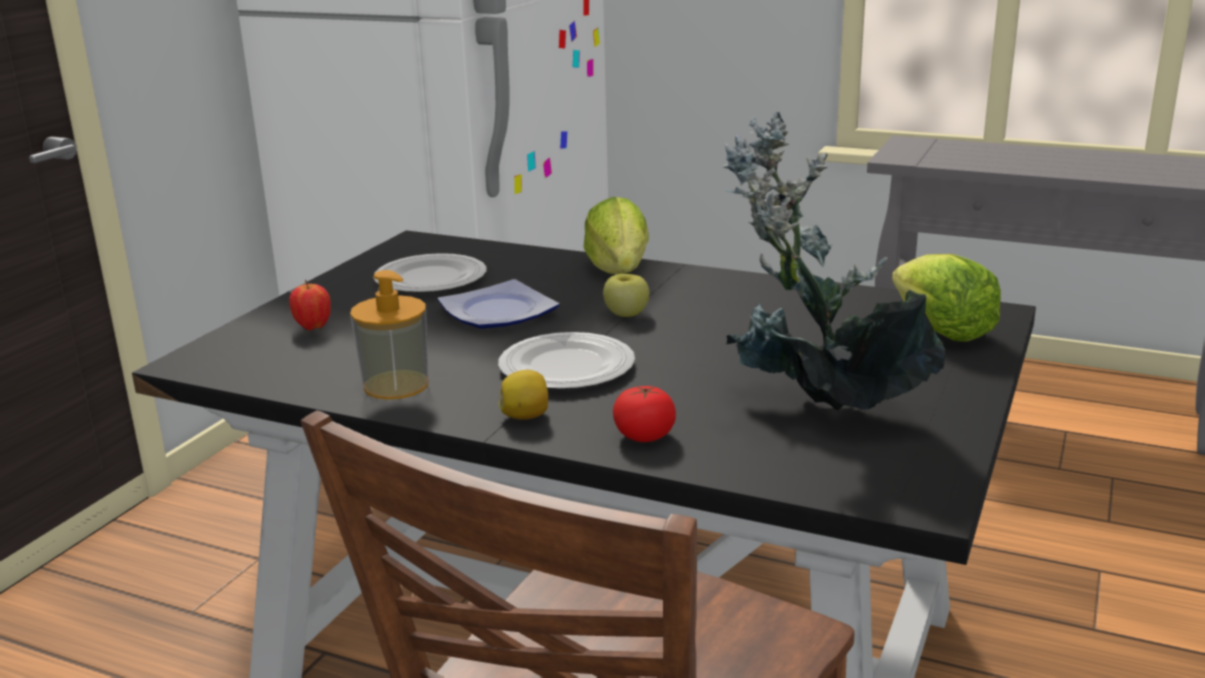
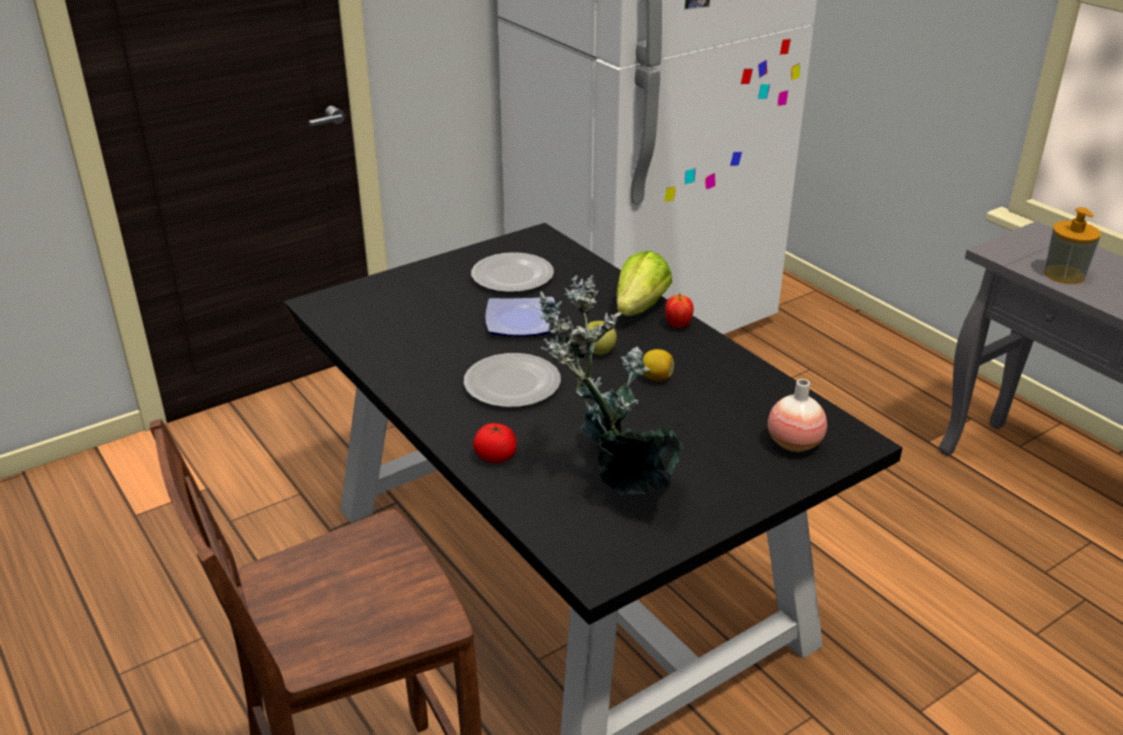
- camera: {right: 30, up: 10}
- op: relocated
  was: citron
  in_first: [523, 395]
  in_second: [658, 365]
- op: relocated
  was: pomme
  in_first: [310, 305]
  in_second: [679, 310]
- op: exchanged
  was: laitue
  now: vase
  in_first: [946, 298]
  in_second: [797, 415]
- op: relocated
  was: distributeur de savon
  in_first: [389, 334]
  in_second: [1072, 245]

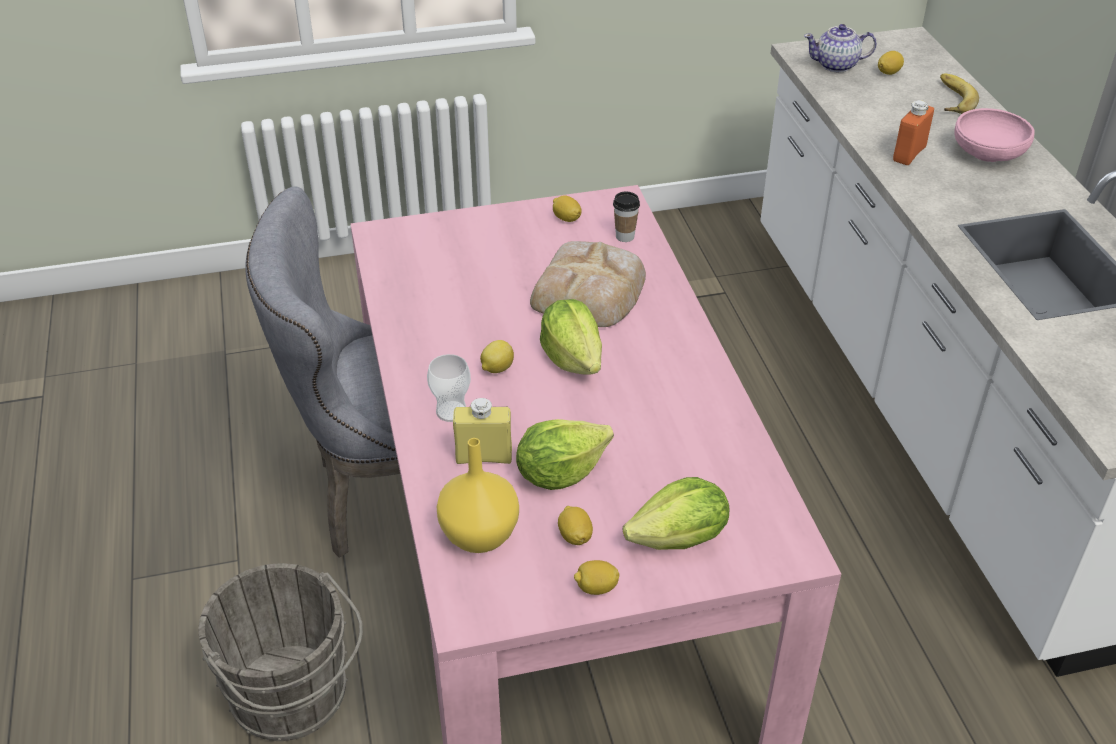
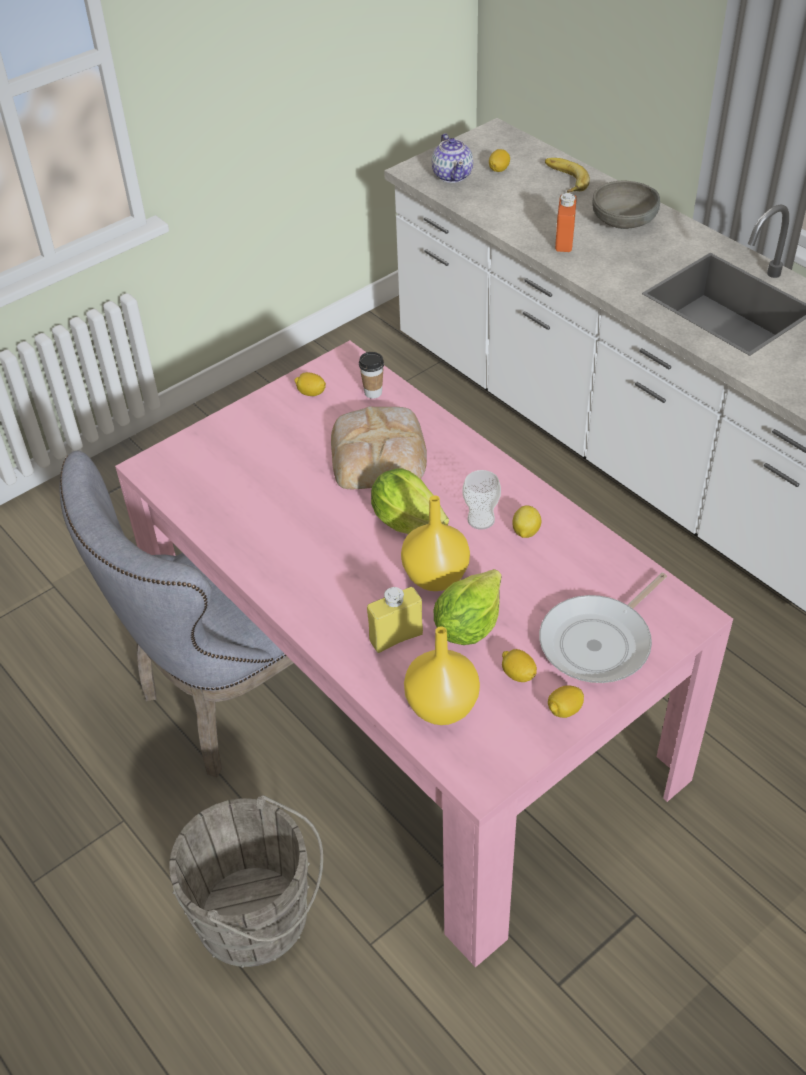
- camera: {right: -25, up: 5}
- op: appeared
  now: vase [jaune]
  in_second: [435, 543]
- op: spun
  was: théière
  in_first: [840, 48]
  in_second: [452, 158]
  clockwise: -75
- op: relocated
  was: tasse
  in_first: [449, 388]
  in_second: [482, 500]
- op: relocated
  was: citron
  in_first: [497, 356]
  in_second: [526, 521]
- op: exchanged
  was: laitue
  now: poêle
  in_first: [676, 513]
  in_second: [603, 628]
- op: colour
  was: bol [rose]
  now: bol [gris]
  in_first: [994, 135]
  in_second: [626, 205]

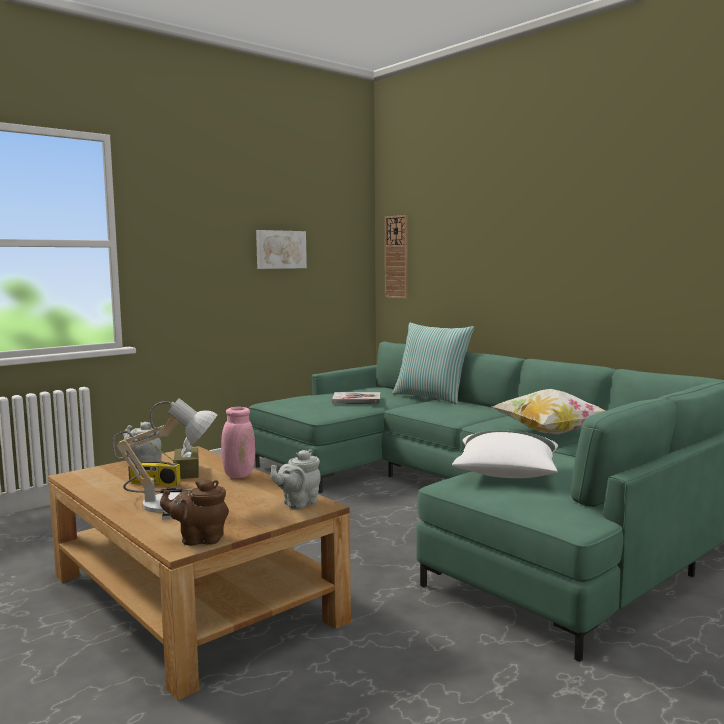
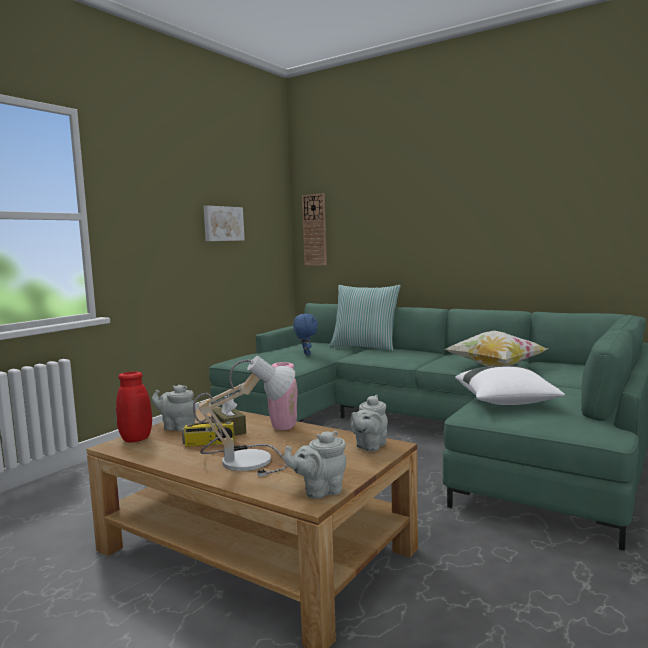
- camera: {right: -15, up: 0}
- op: appeared
  now: vase [rouge]
  in_second: [134, 407]
- op: colour
  was: théière [marron]
  now: théière [gris]
  in_first: [194, 513]
  in_second: [315, 465]
- op: exchanged
  was: livre
  now: peluche [bleu]
  in_first: [356, 398]
  in_second: [305, 334]

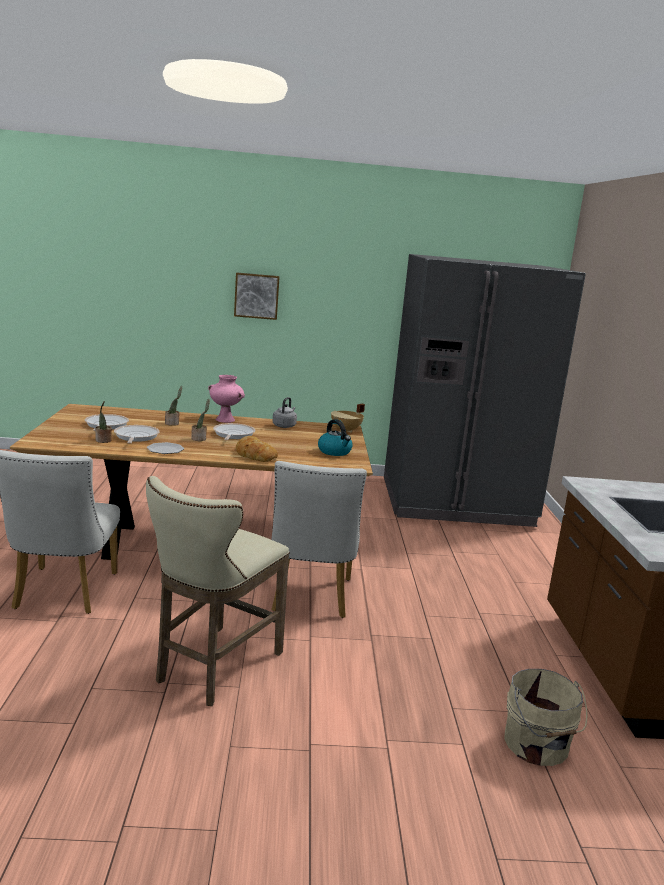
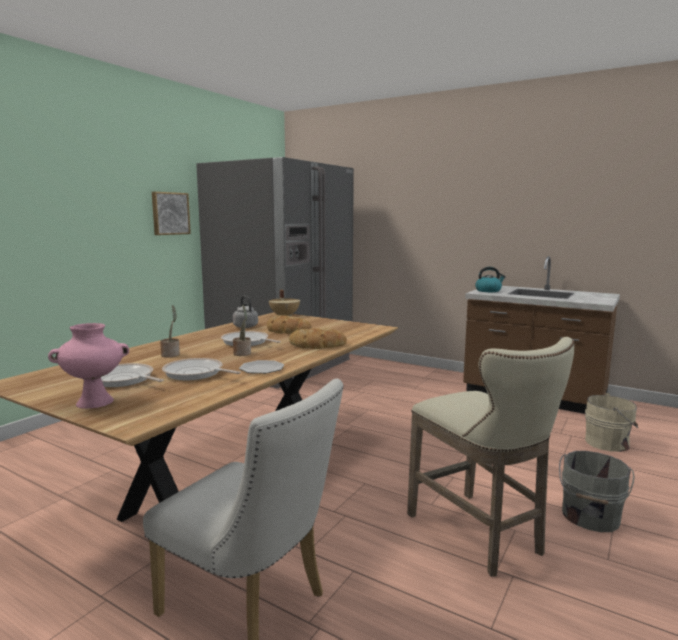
- camera: {right: -55, up: -5}
- op: relocated
  was: vase [rose]
  in_first: [226, 399]
  in_second: [88, 366]
- op: relocated
  was: tableau
  in_first: [257, 296]
  in_second: [171, 213]
- op: appeared
  now: pain
  in_second: [289, 324]
- op: relocated
  was: bouilloire
  in_first: [335, 437]
  in_second: [490, 279]
- op: appeared
  now: seau [gris]
  in_second: [597, 491]
- op: missing
  was: plante en pot
  in_first: [103, 422]
- op: missing
  was: chaise [blanc]
  in_first: [319, 539]

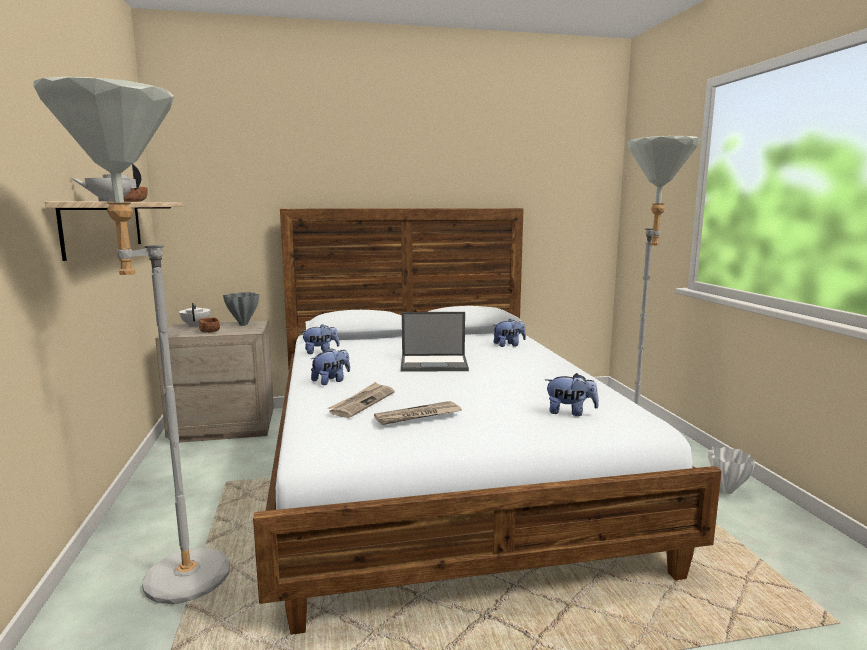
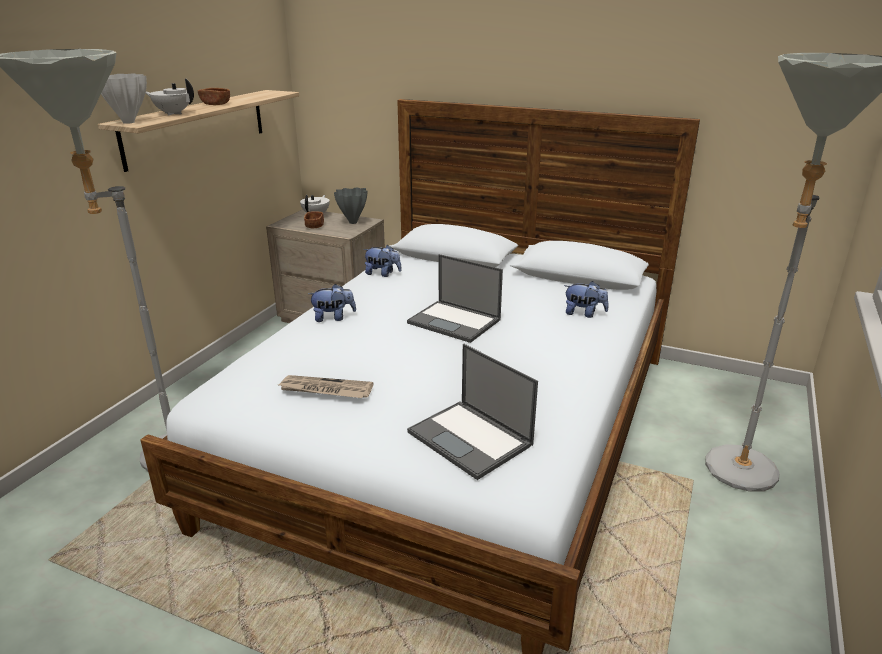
- camera: {right: 35, up: 15}
- op: relocated
  was: vase [blanc]
  in_first: [732, 470]
  in_second: [124, 98]
- op: exchanged
  was: peluche
  now: ordinateur portable
  in_first: [572, 394]
  in_second: [472, 412]
- op: missing
  was: journal
  in_first: [361, 400]

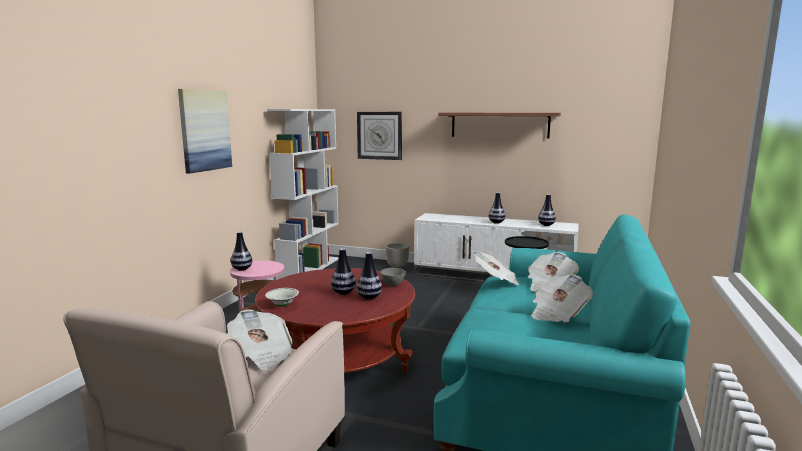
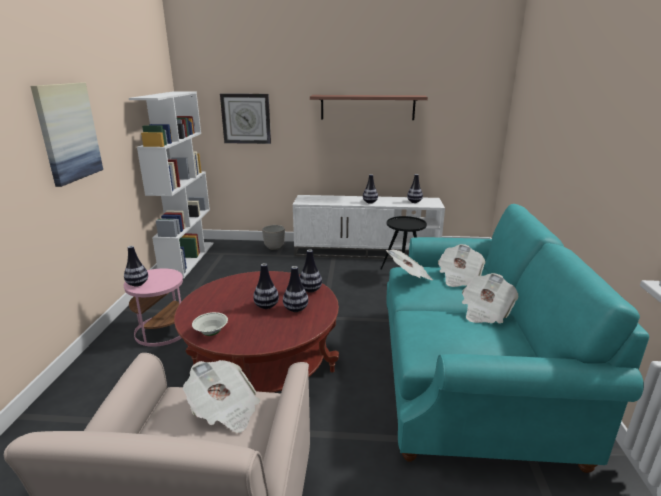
- camera: {right: -15, up: 10}
- op: exchanged
  was: bol [gris]
  now: vase
  in_first: [393, 277]
  in_second: [311, 271]

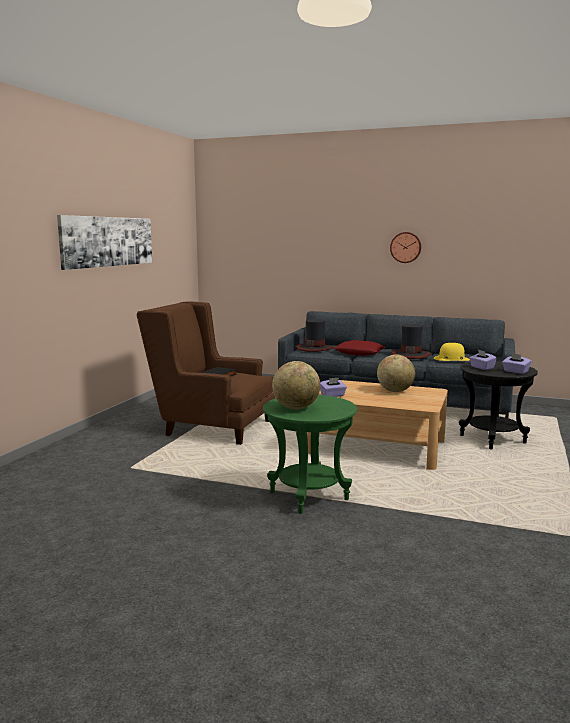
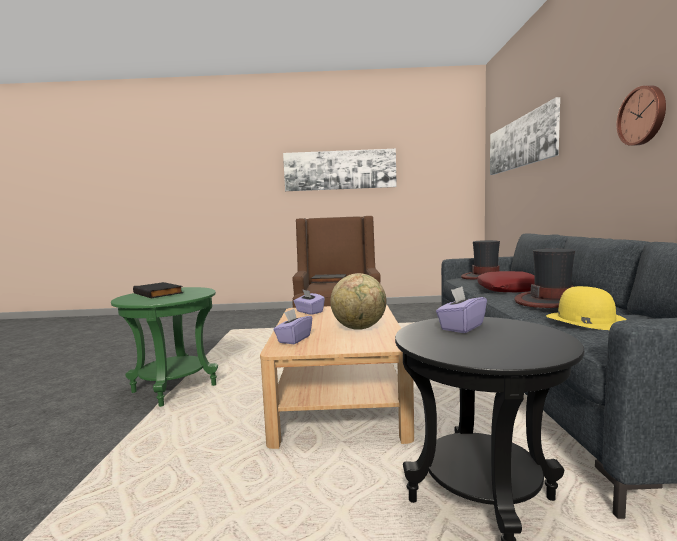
- camera: {right: 70, up: -5}
- op: exchanged
  was: globe
  now: livre [noir]
  in_first: [296, 385]
  in_second: [158, 290]
- op: relocated
  was: boîte à mouchoirs [violet]
  in_first: [516, 363]
  in_second: [293, 326]
- op: appeared
  now: tableau
  in_second: [525, 136]

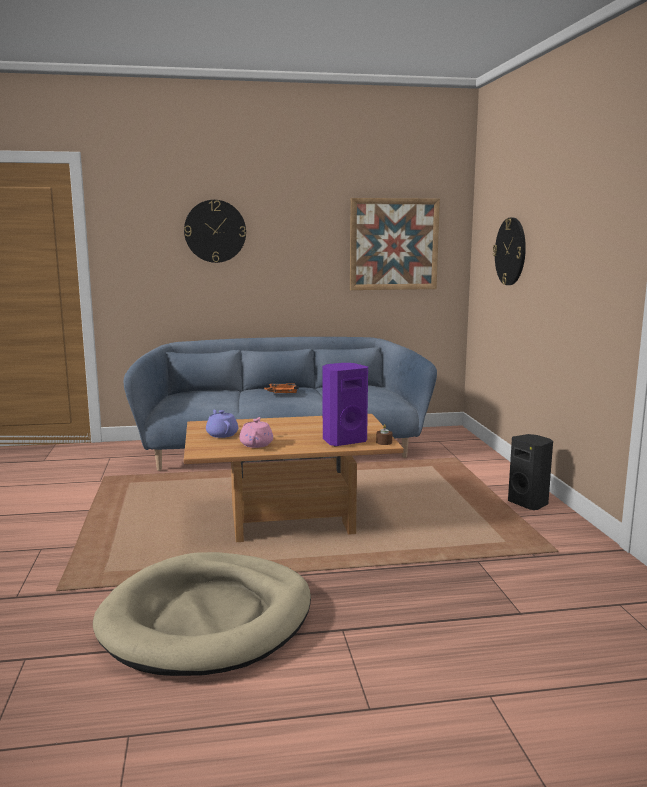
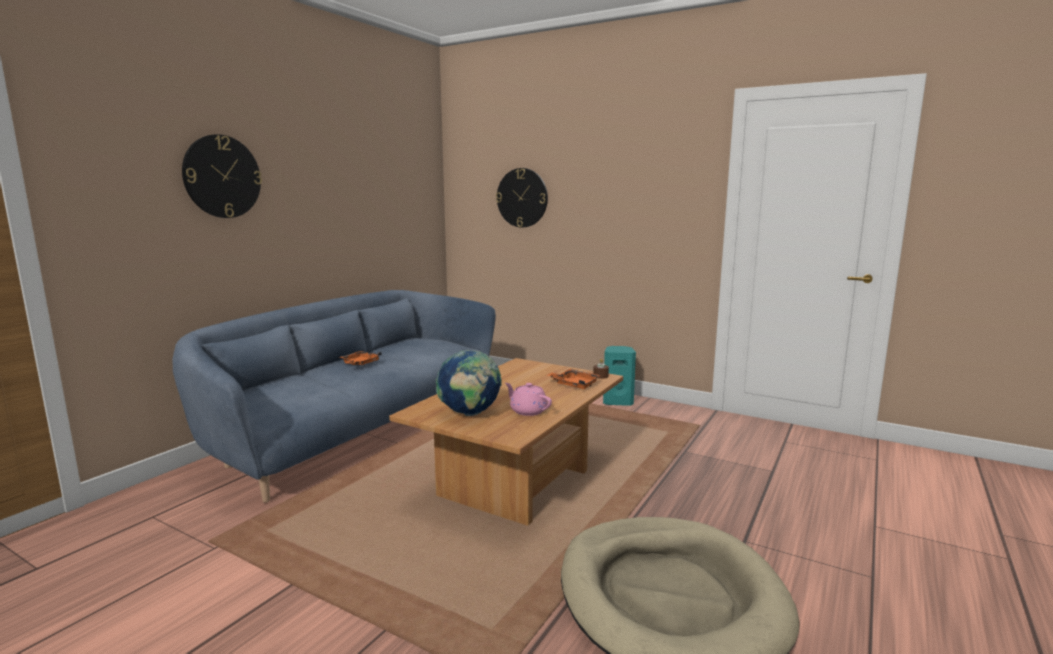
- camera: {right: -50, up: 0}
- op: exchanged
  was: théière [violet]
  now: globe
  in_first: [222, 424]
  in_second: [469, 383]
- op: exchanged
  was: enceinte [violet]
  now: plateau [orange]
  in_first: [345, 404]
  in_second: [574, 379]
- op: colour
  was: enceinte [noir]
  now: enceinte [turquoise]
  in_first: [530, 472]
  in_second: [619, 376]
- op: missing
  was: tableau
  in_first: [395, 244]

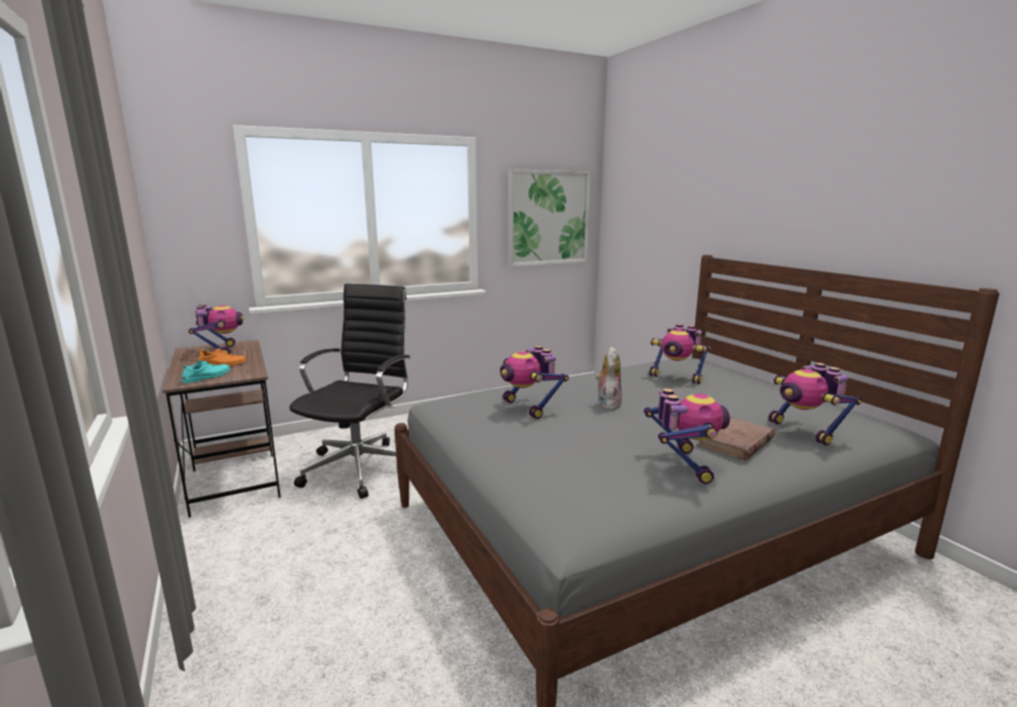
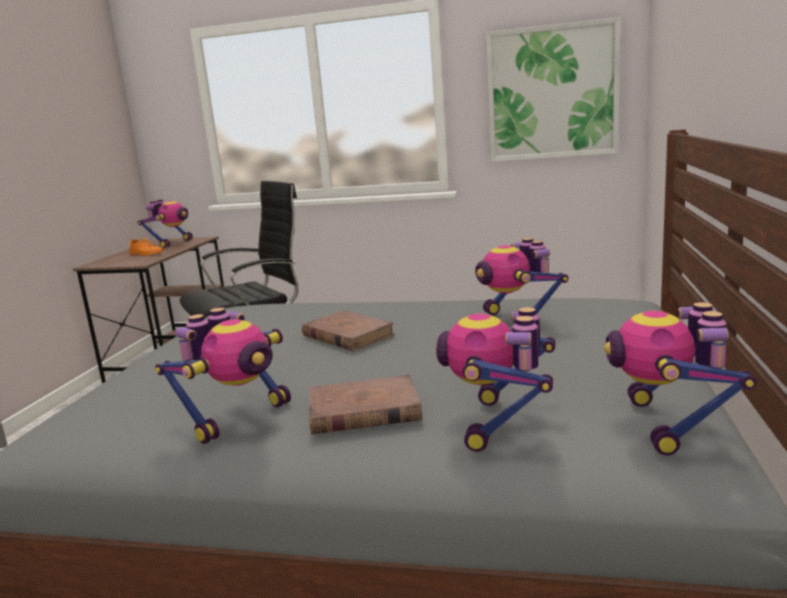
- camera: {right: 40, up: 0}
- op: exchanged
  was: peluche
  now: livre [marron]
  in_first: [609, 378]
  in_second: [348, 330]
- op: relocated
  was: robot jouet
  in_first: [534, 382]
  in_second: [680, 378]
- op: missing
  was: chaussure [turquoise]
  in_first: [206, 371]

